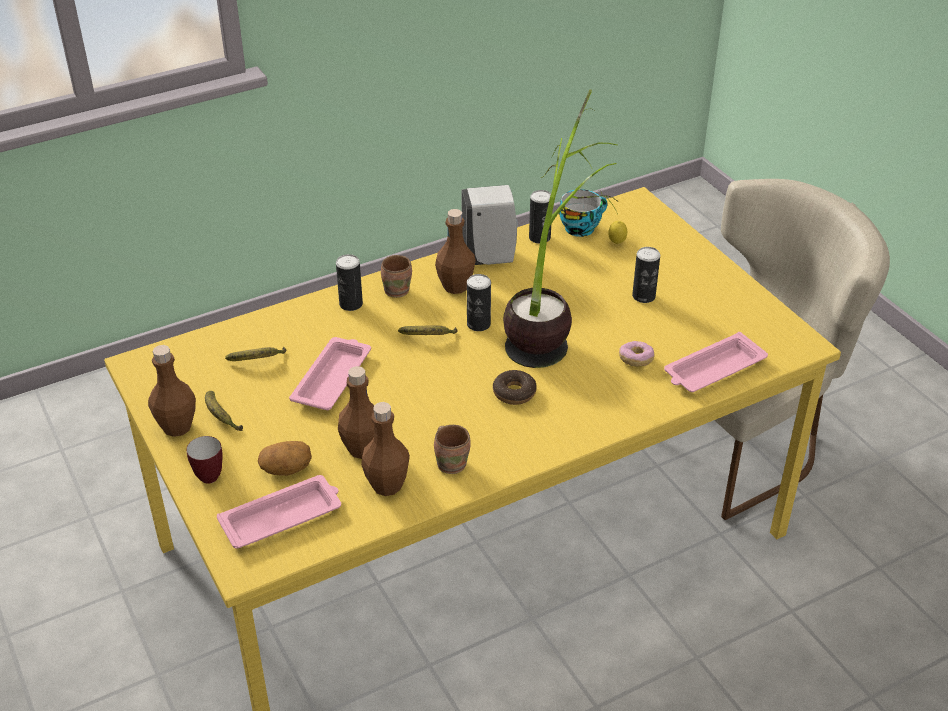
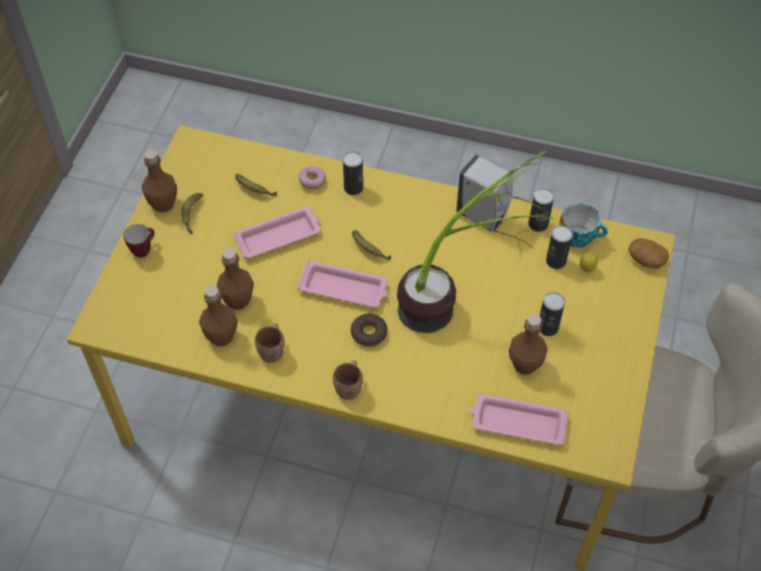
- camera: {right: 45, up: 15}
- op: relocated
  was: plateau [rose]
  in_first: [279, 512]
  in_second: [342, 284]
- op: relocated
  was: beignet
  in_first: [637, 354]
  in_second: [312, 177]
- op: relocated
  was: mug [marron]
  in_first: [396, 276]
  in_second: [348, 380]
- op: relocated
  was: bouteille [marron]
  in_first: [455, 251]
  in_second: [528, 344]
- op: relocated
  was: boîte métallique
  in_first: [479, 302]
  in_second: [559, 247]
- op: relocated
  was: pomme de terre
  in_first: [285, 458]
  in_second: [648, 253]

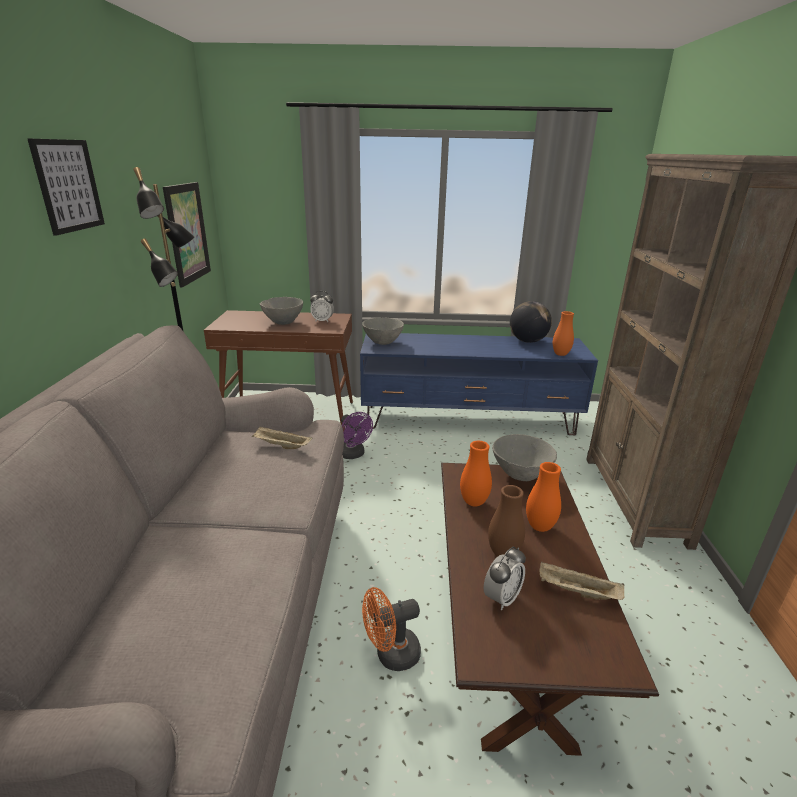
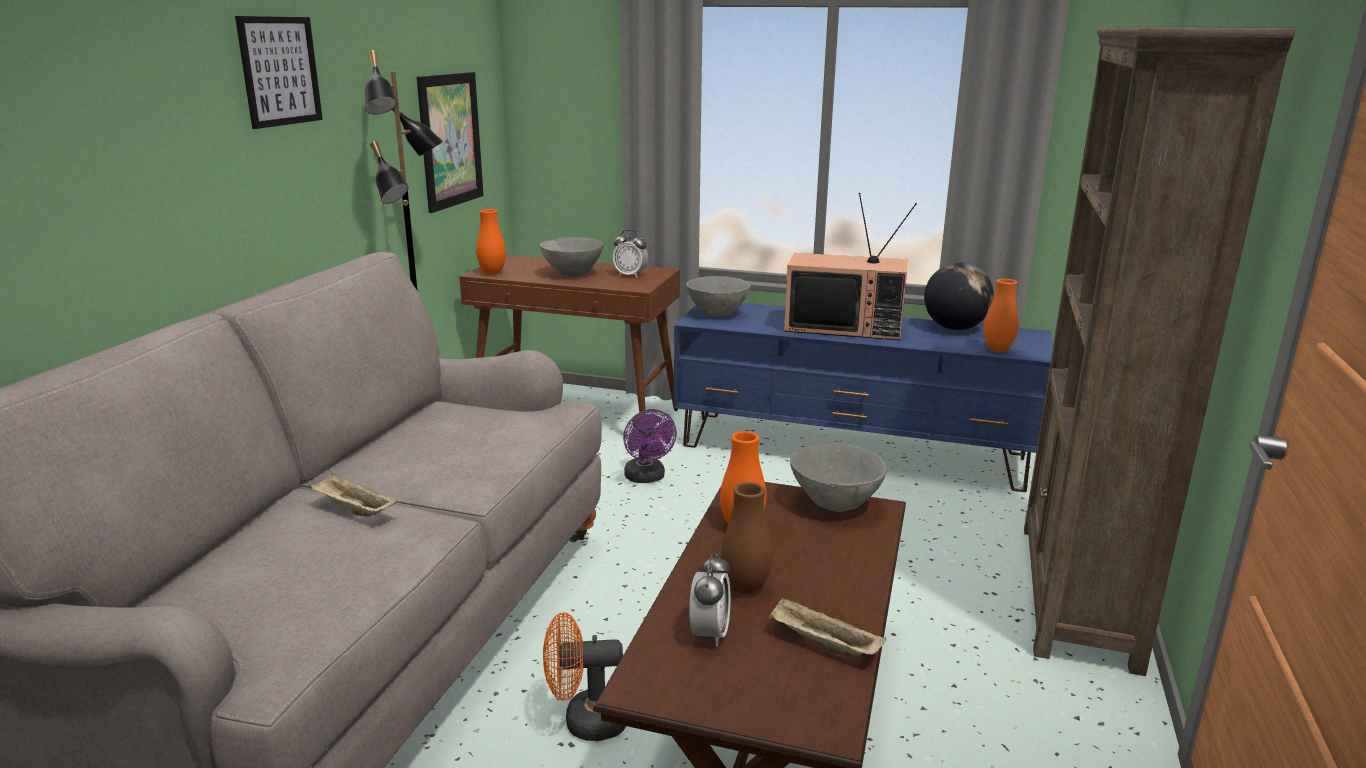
- camera: {right: 15, up: -5}
- op: relocated
  was: plateau [beige]
  in_first: [282, 438]
  in_second: [353, 495]
- op: relocated
  was: vase [orange]
  in_first: [543, 497]
  in_second: [491, 241]
- op: spun
  was: réveil
  in_first: [505, 578]
  in_second: [710, 599]
  clockwise: -45
- op: appeared
  now: téléviseur
  in_second: [850, 266]

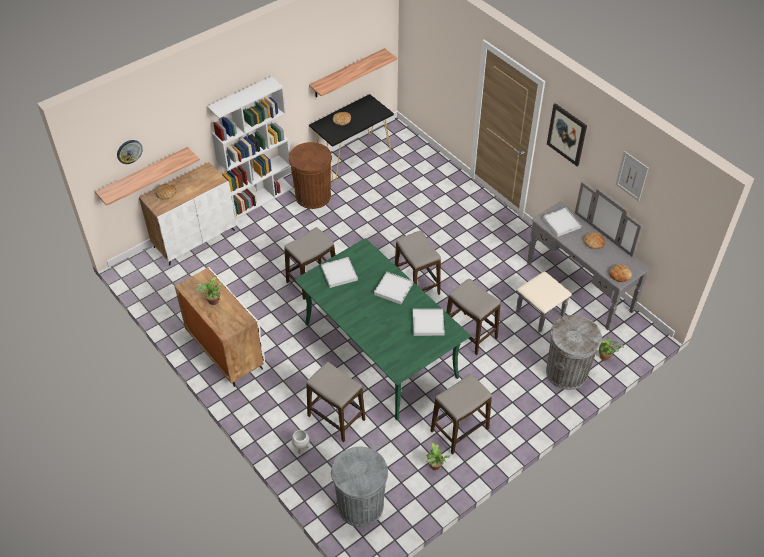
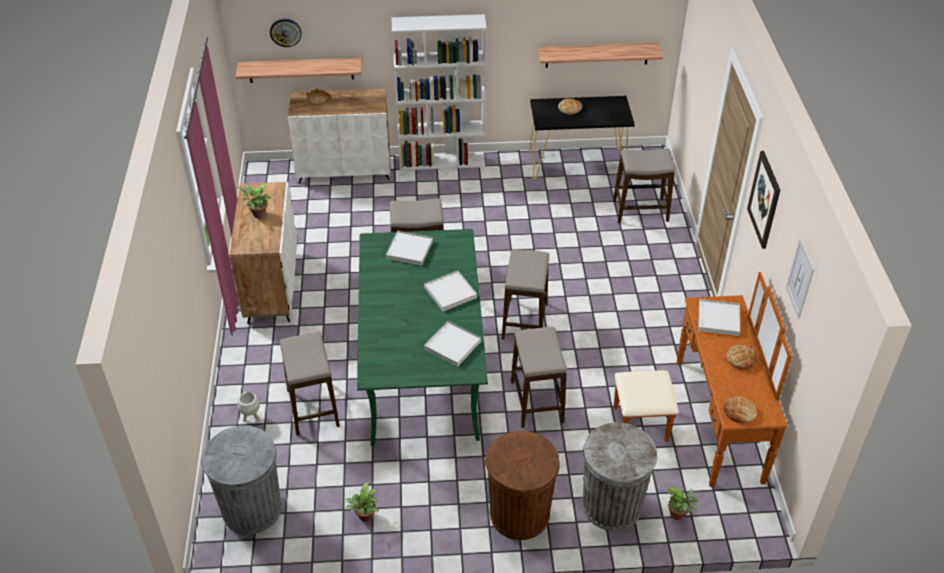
- camera: {right: 35, up: -5}
- op: relocated
  was: poubelle [marron]
  in_first: [310, 175]
  in_second: [522, 485]
- op: relocated
  was: tabouret
  in_first: [461, 414]
  in_second: [644, 186]
- op: colour
  was: commode [gris]
  now: commode [marron]
  in_first: [583, 257]
  in_second: [702, 379]

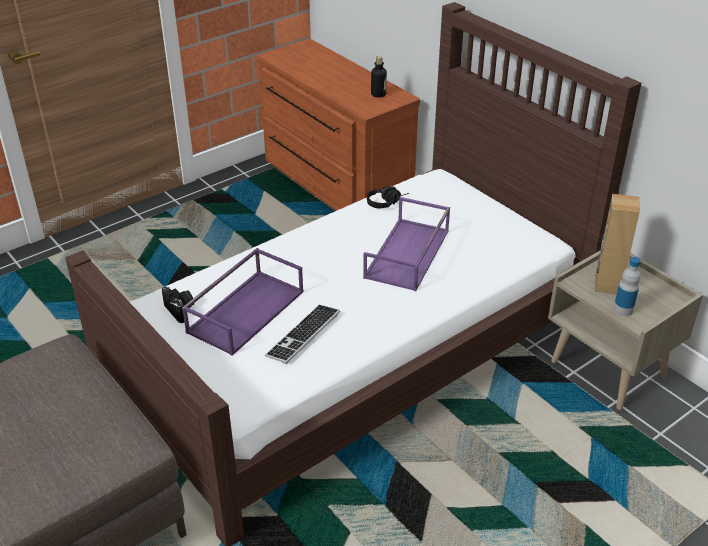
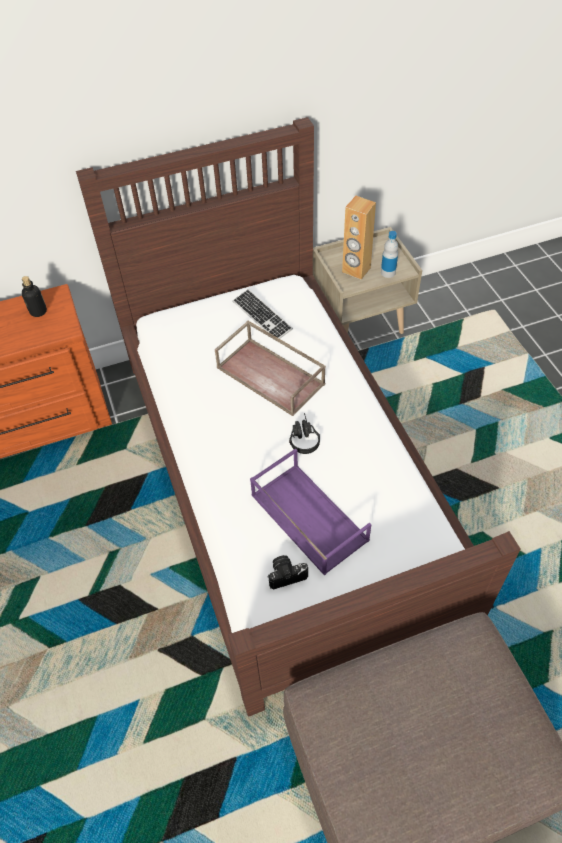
- camera: {right: -70, up: 15}
- op: colour
  was: plateau [violet]
  now: plateau [marron]
  in_first: [406, 244]
  in_second: [270, 368]
- op: relocated
  was: clavier
  in_first: [302, 334]
  in_second: [263, 315]
- op: relocated
  was: casque audio [noir]
  in_first: [388, 197]
  in_second: [304, 433]

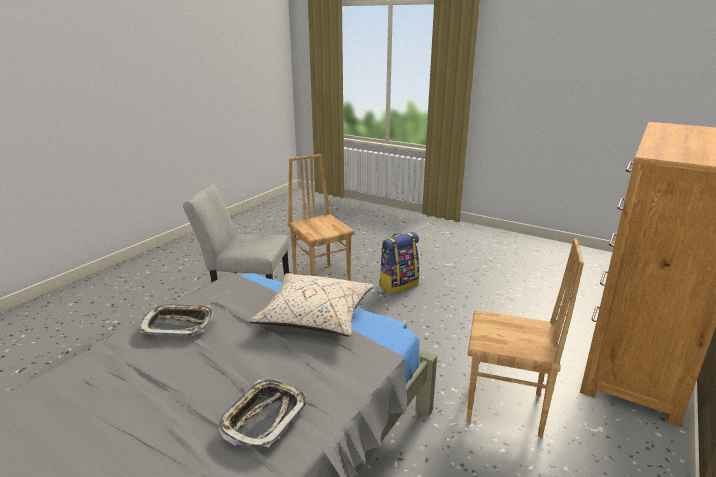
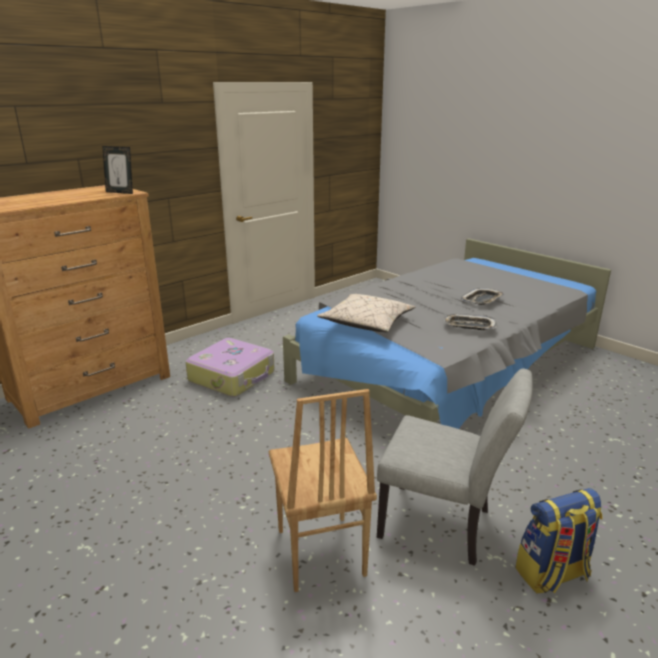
- camera: {right: -165, up: 0}
- op: appeared
  now: cadre photo
  in_second: [117, 170]
- op: exchanged
  was: chaise [marron]
  now: valise
  in_first: [525, 337]
  in_second: [230, 367]
- op: relocated
  was: plateau
  in_first: [263, 413]
  in_second: [482, 296]
- op: relocated
  was: sac à dos
  in_first: [399, 263]
  in_second: [559, 540]

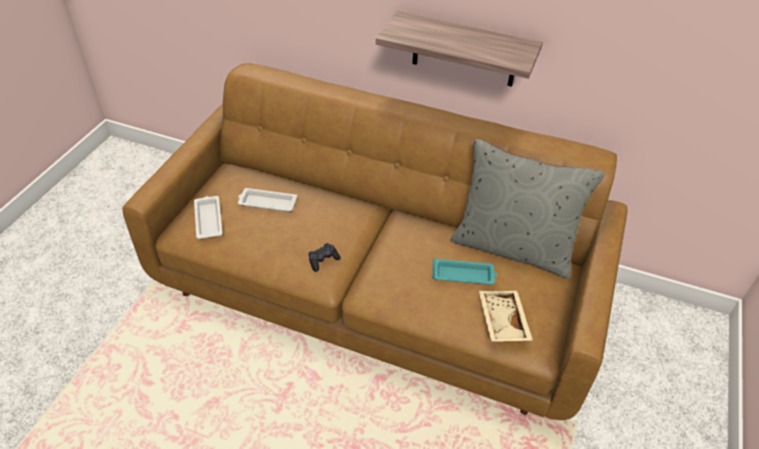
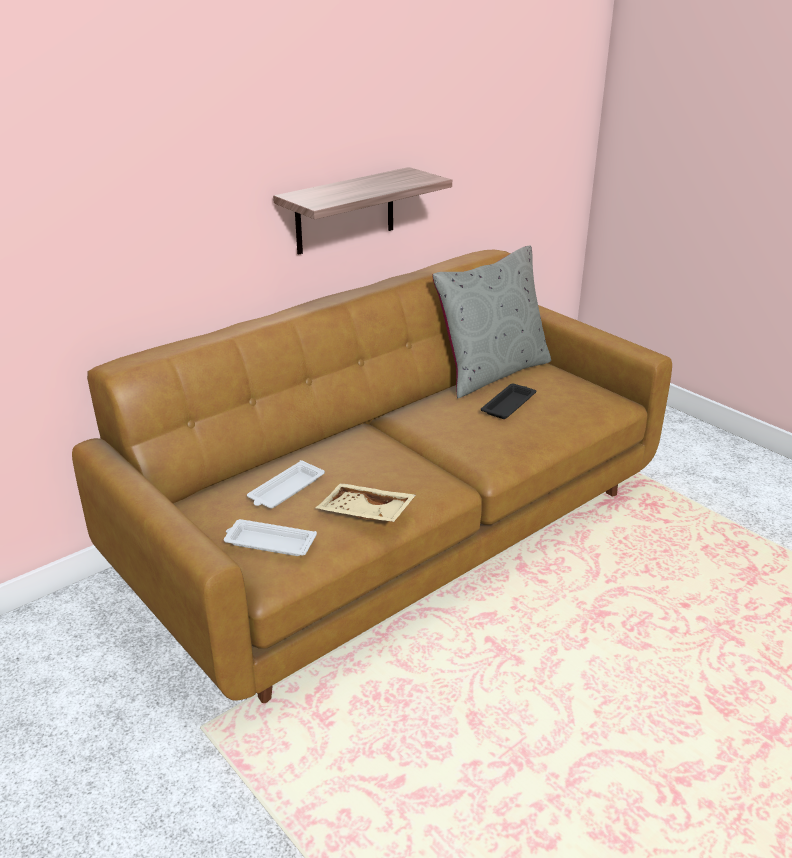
- camera: {right: -60, up: -15}
- op: relocated
  was: plateau [beige]
  in_first: [506, 316]
  in_second: [366, 502]
- op: colour
  was: plateau [turquoise]
  now: plateau [noir]
  in_first: [464, 272]
  in_second: [508, 401]
- op: missing
  was: manette [noir]
  in_first: [324, 257]

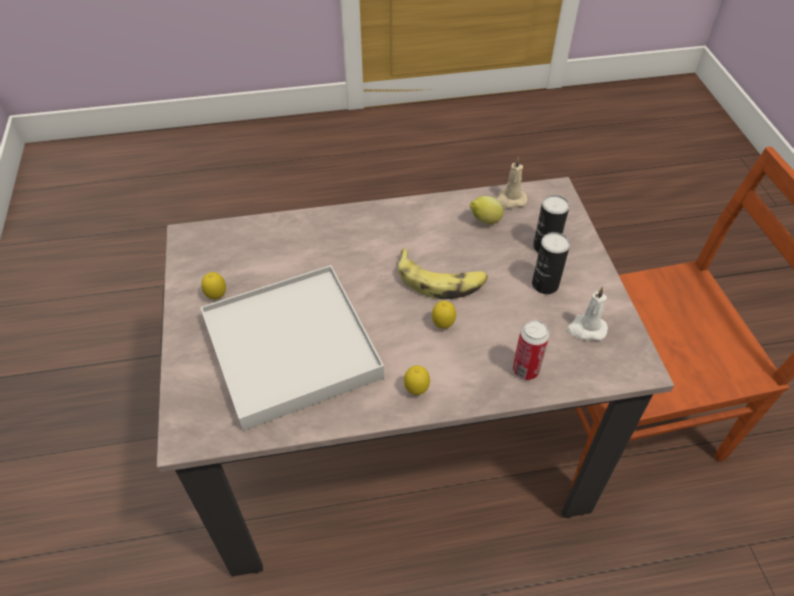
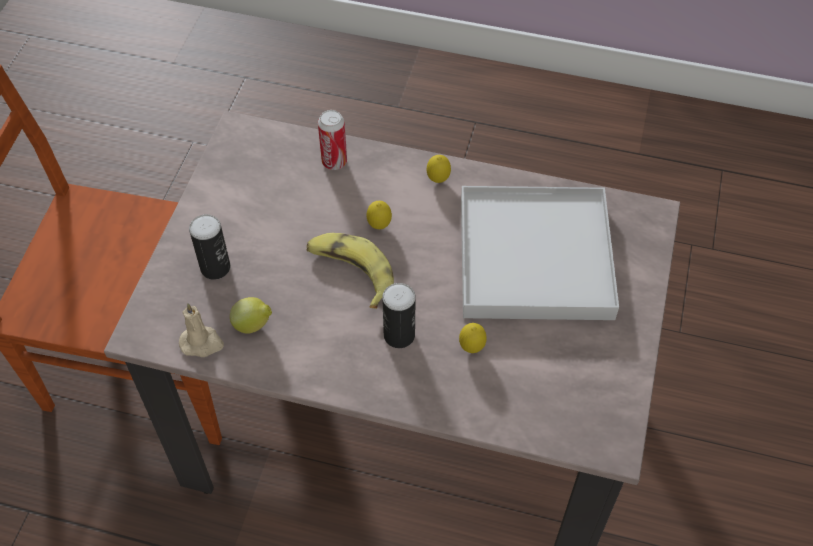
- camera: {right: -155, up: 5}
- op: relocated
  was: boîte métallique
  in_first: [551, 263]
  in_second: [399, 315]
- op: relocated
  was: citron
  in_first: [213, 285]
  in_second: [473, 338]
- op: missing
  was: bougie [blanc]
  in_first: [587, 313]

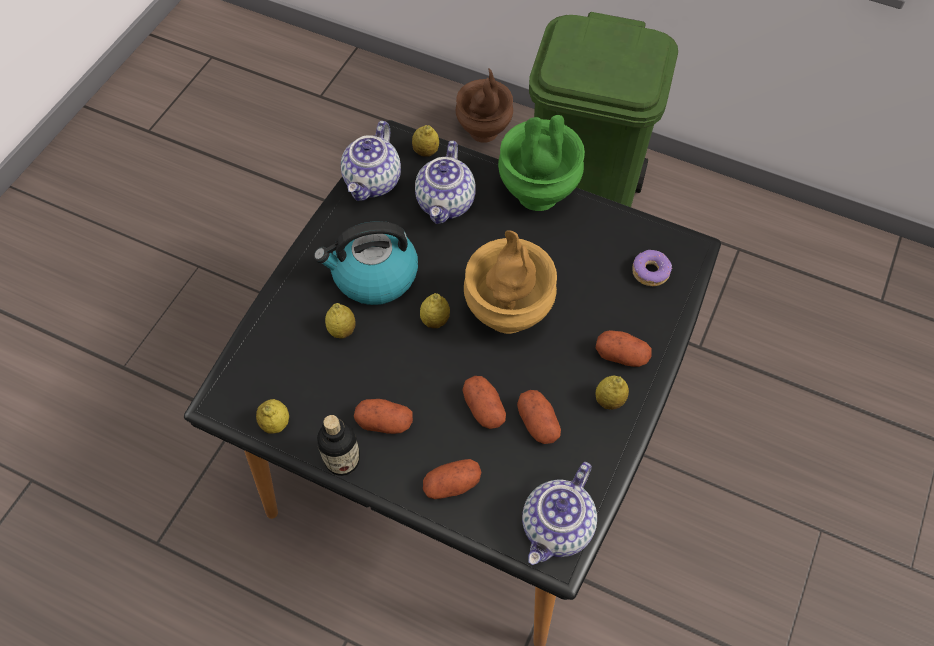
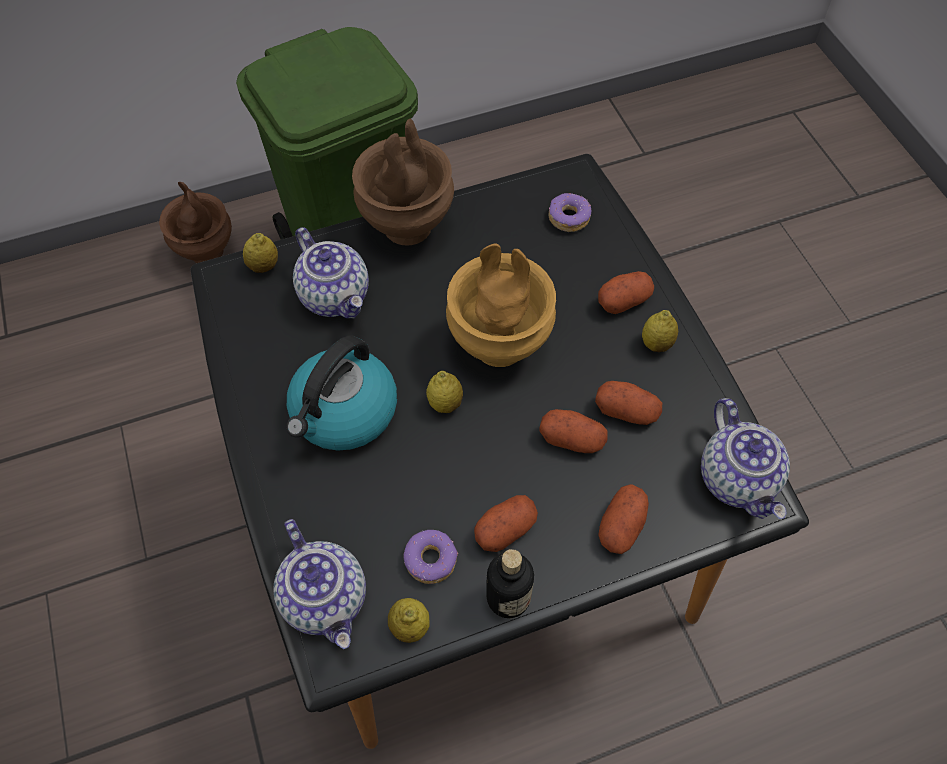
- camera: {right: -45, up: 0}
- op: relocated
  was: théière
  in_first: [371, 161]
  in_second: [319, 584]
- op: colour
  was: vase [vert]
  now: vase [marron]
  in_first: [541, 163]
  in_second: [403, 182]
- op: appeared
  now: beignet
  in_second: [431, 557]
- op: missing
  was: citron
  in_first: [340, 321]

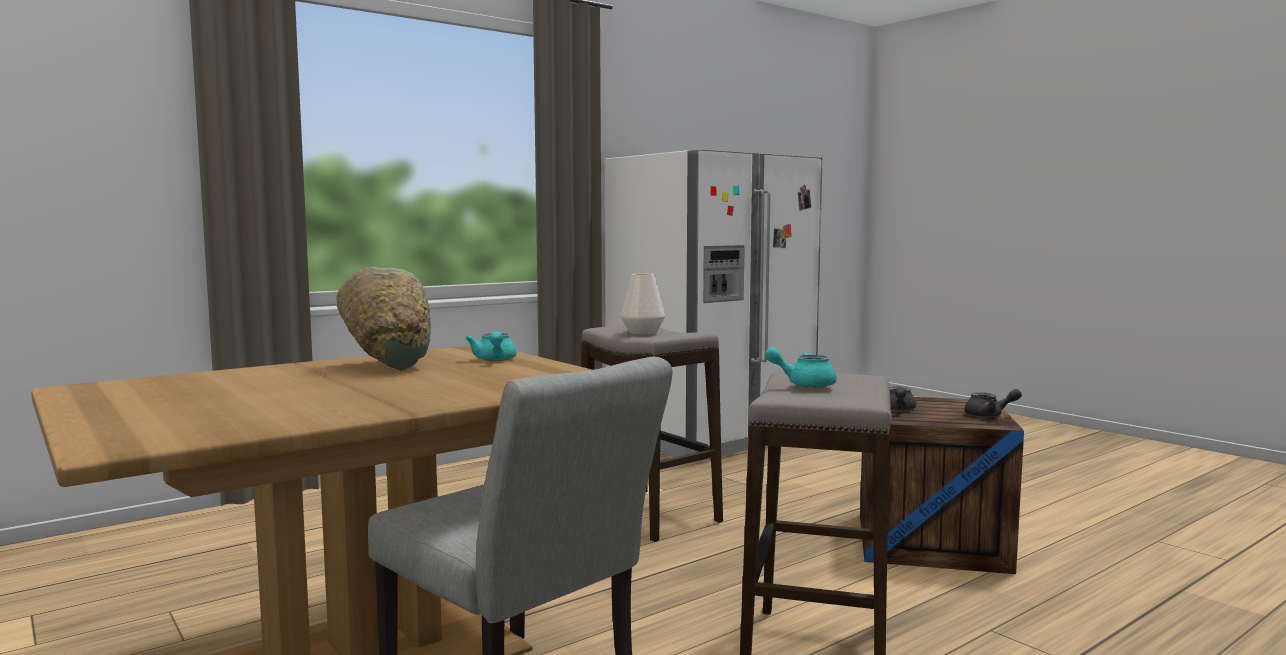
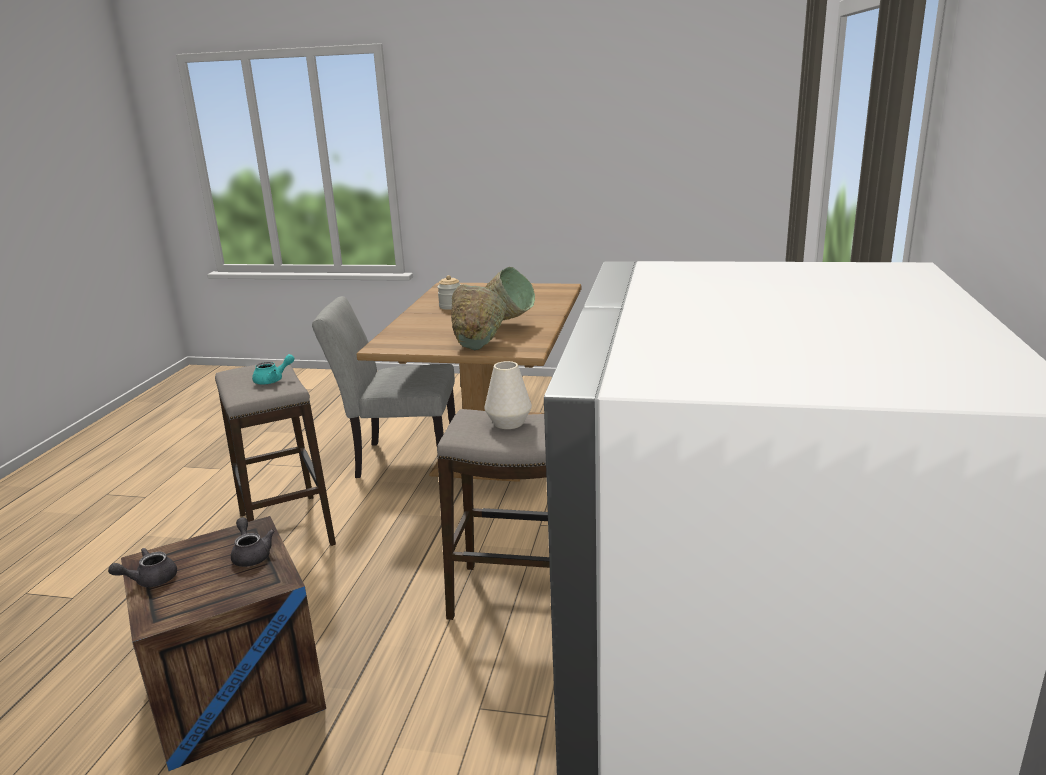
- camera: {right: 140, up: 15}
- op: appeared
  now: bocal
  in_second: [449, 292]
- op: exchanged
  was: théière [turquoise]
  now: bol [vert]
  in_first: [491, 346]
  in_second: [479, 317]

